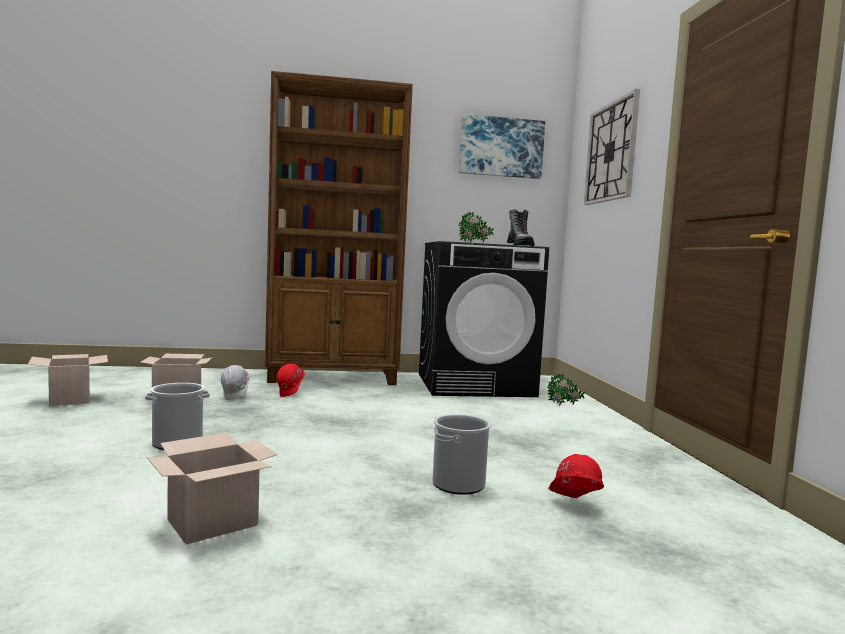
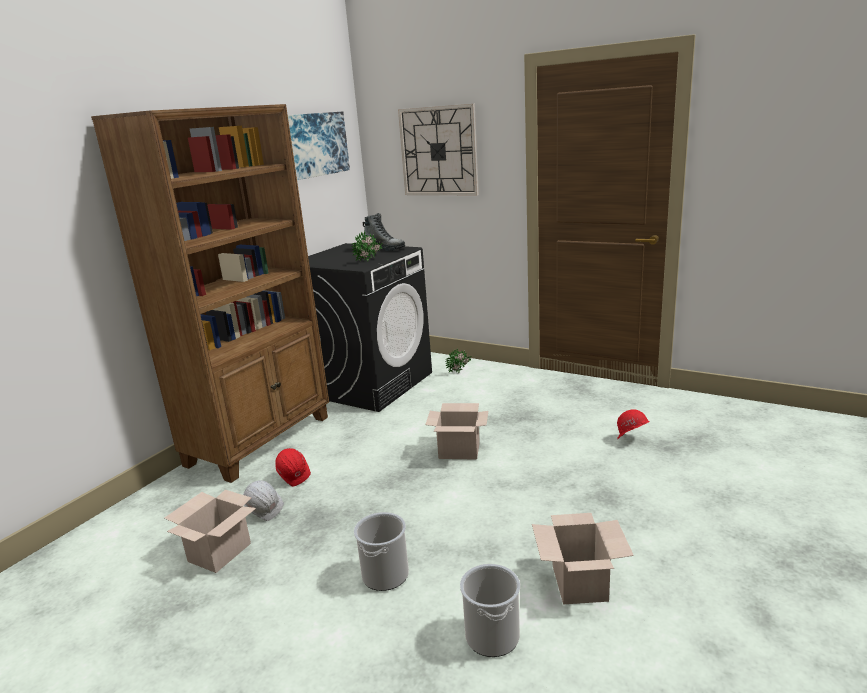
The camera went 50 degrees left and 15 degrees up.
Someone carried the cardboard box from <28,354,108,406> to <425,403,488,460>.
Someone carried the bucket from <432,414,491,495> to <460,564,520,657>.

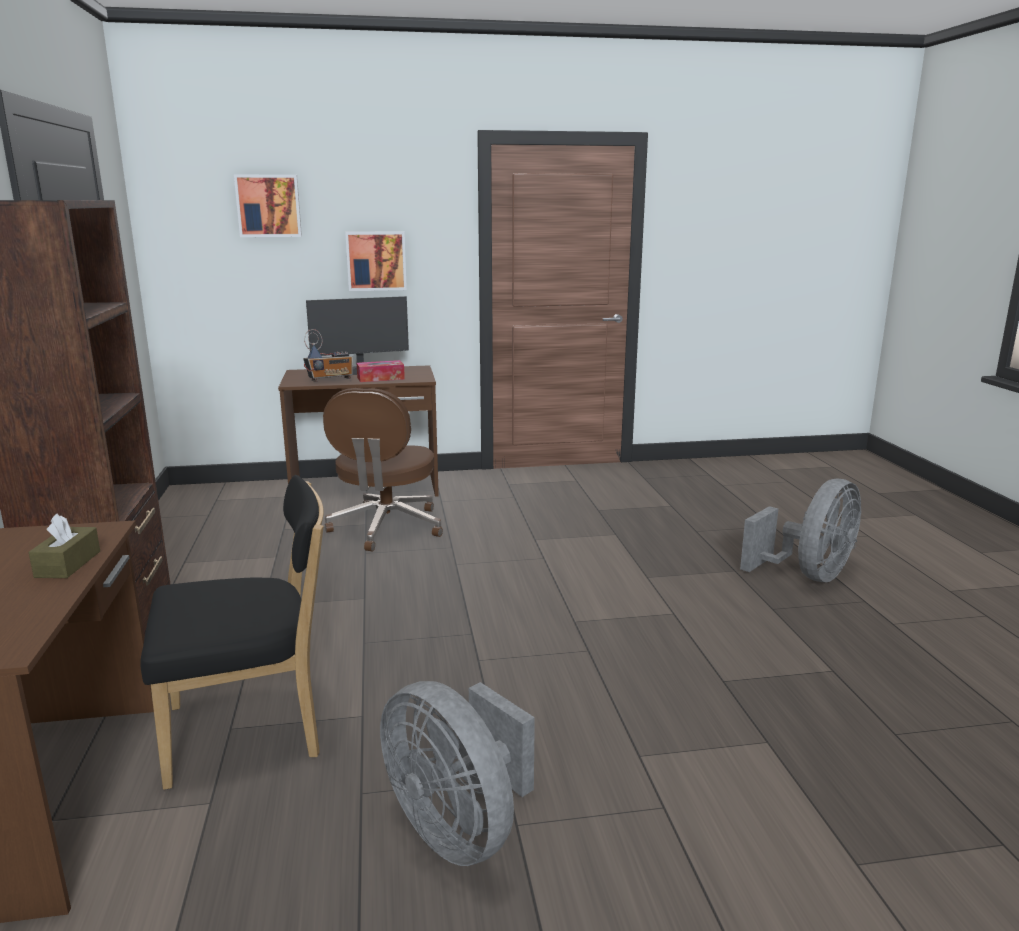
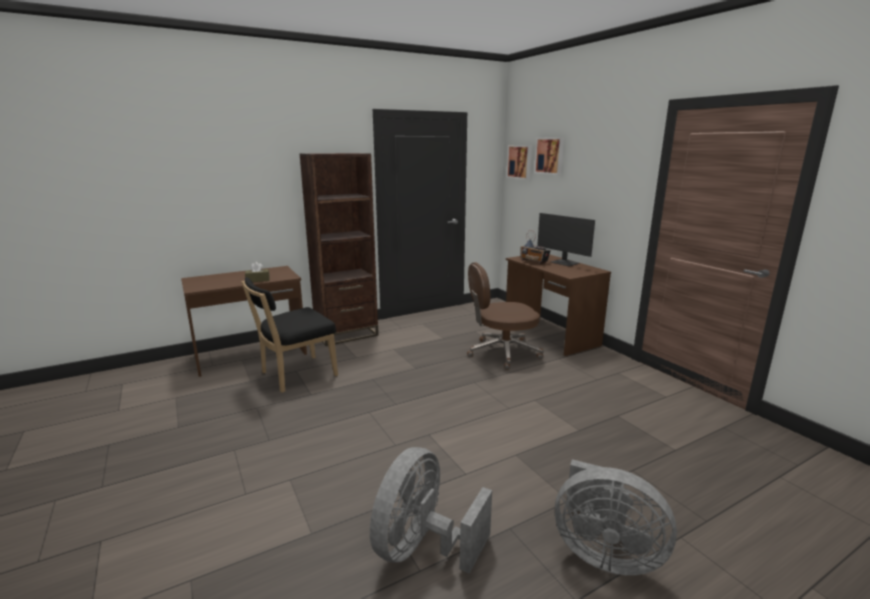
The camera went 70 degrees right and 0 degrees up.
Someone carried the picture from <345,231,407,291> to <506,145,532,180>.
Someone took away the tissue box at <357,360,405,382>.
Someone rotated the chair in black at <141,475,324,790> by 90 degrees clockwise.
Someone carried the fan in grey from <380,681,535,866> to <370,447,492,574>.

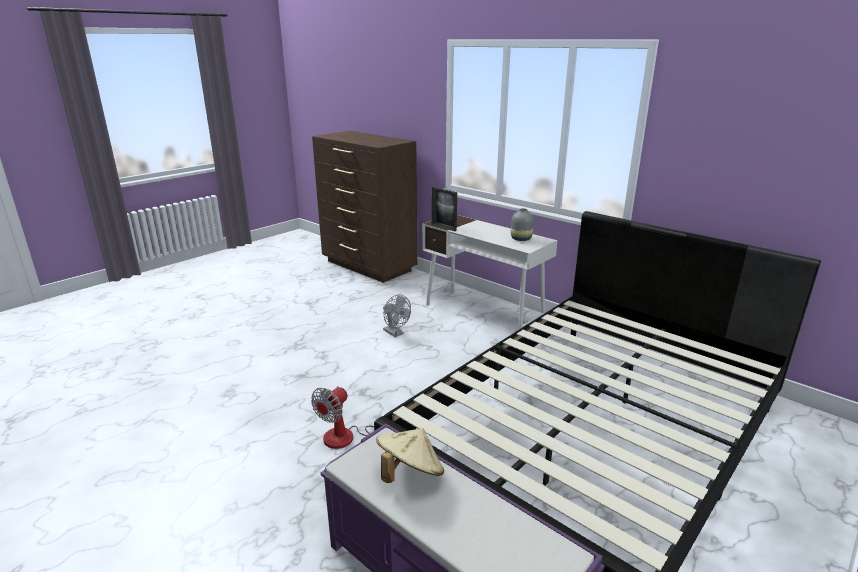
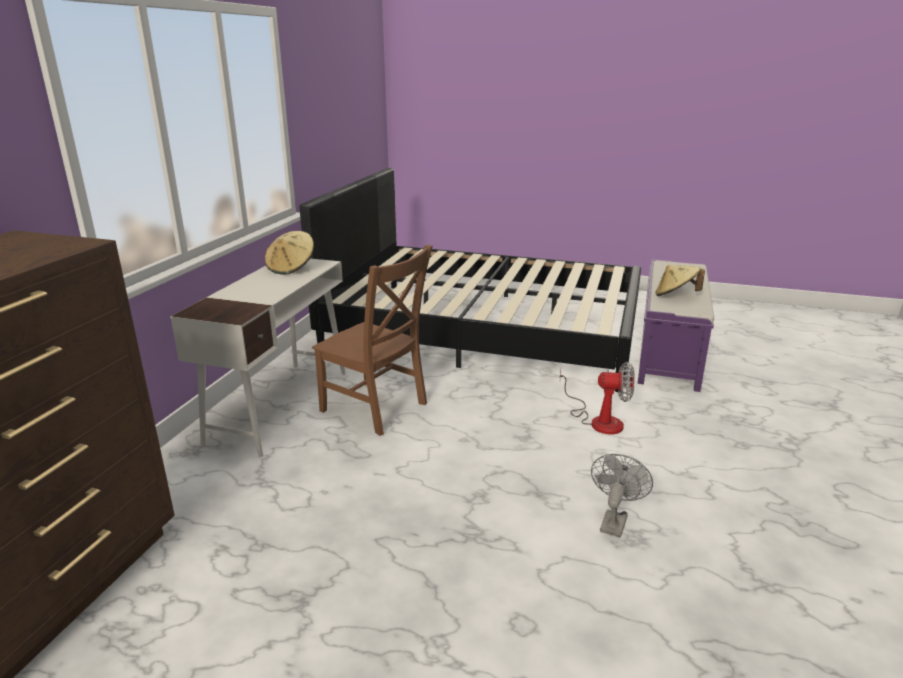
The camera went 115 degrees left and 0 degrees up.
Someone took away the picture frame at <432,187,457,231>.
Someone swapped the vase in grey at <511,208,534,241> for the hat in beige at <265,231,314,275>.
Someone carried the fan in grey from <383,295,411,337> to <591,454,653,537>.
Someone put down the chair in brown at <312,245,433,436>.

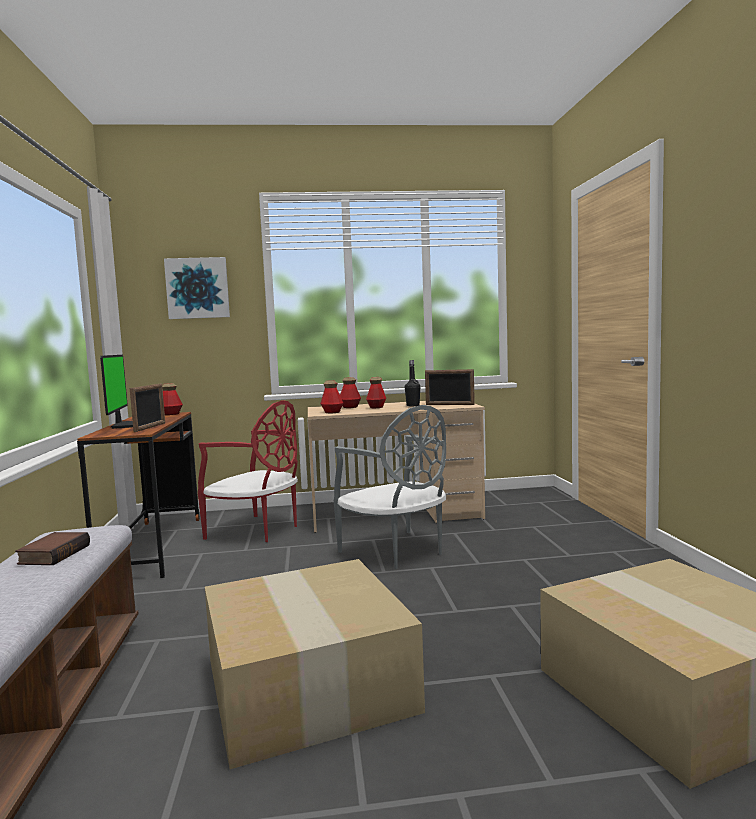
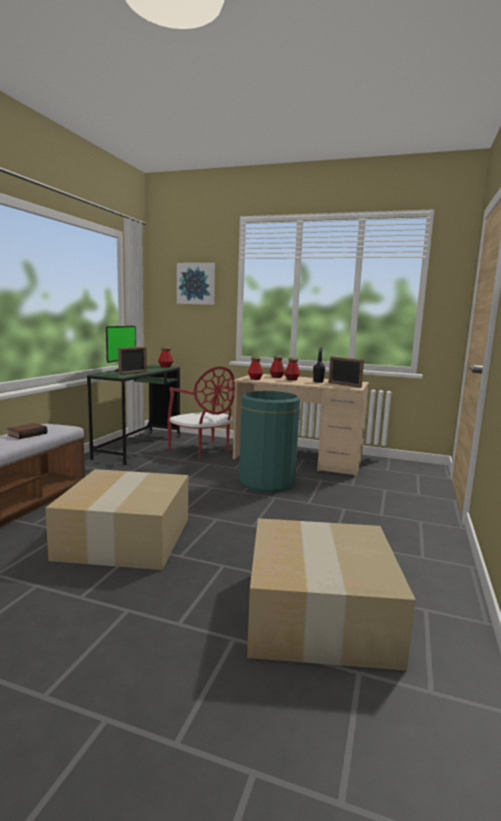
The camera went 25 degrees right and 5 degrees up.
Someone swapped the chair in grey at <334,405,446,569> for the trash can in green at <239,391,300,493>.
Someone repainted the desk in brown at <77,412,200,578>, which became the desk in green at <87,364,180,465>.

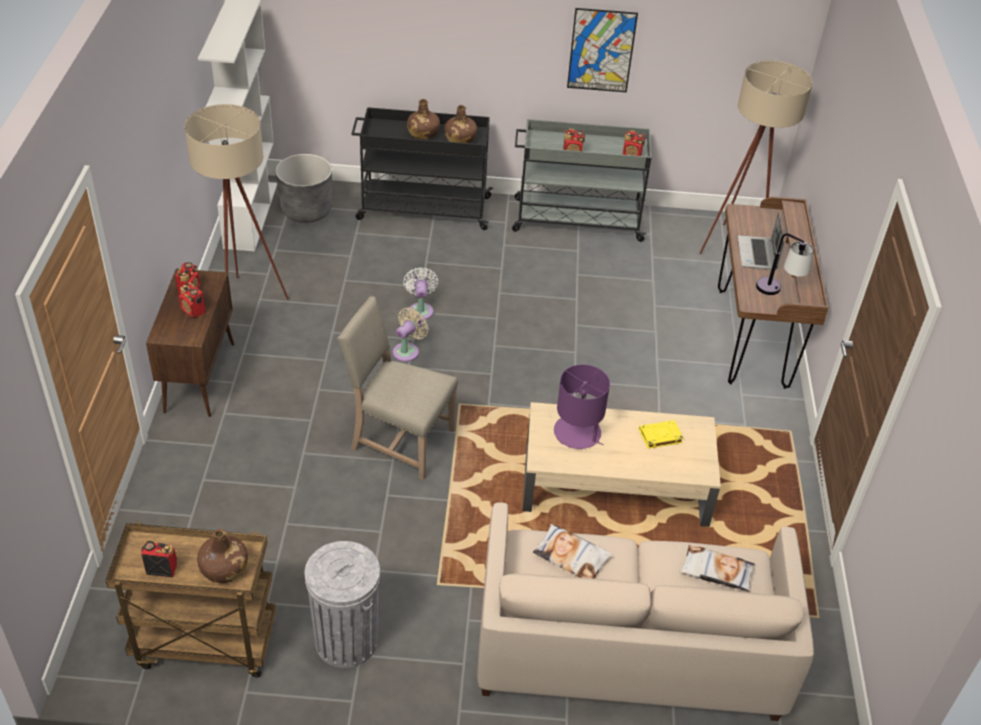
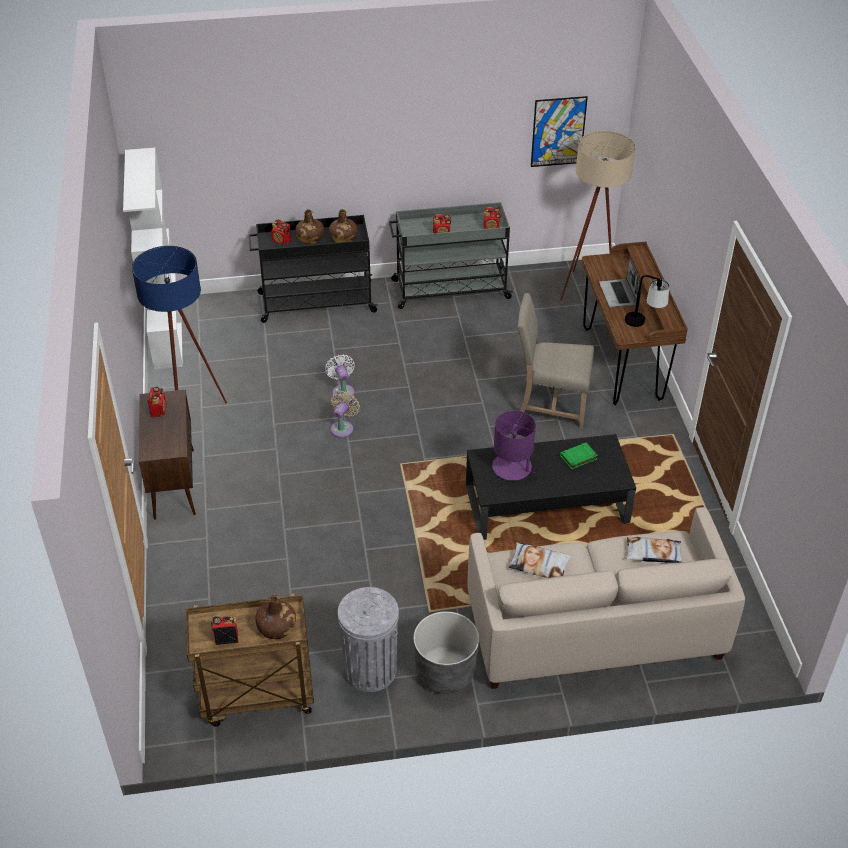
The camera went 10 degrees left and 0 degrees up.
Someone carried the picture from <567,8,638,92> to <531,96,588,167>.
Someone repainted the floor lamp in beige at <185,104,289,300>, which became the floor lamp in blue at <132,246,227,403>.
Someone carried the planter in grey from <275,154,332,223> to <413,611,479,694>.
Someone carried the radio from <179,282,206,318> to <271,219,291,245>.
Someone carried the chair in beige from <337,296,458,480> to <517,293,594,429>.
Someone repainted the coffee table in beige at <523,402,721,527>, which became the coffee table in black at <466,434,636,540>.
Someone repainted the book in yellow at <639,420,684,449>, which became the book in green at <560,443,598,469>.

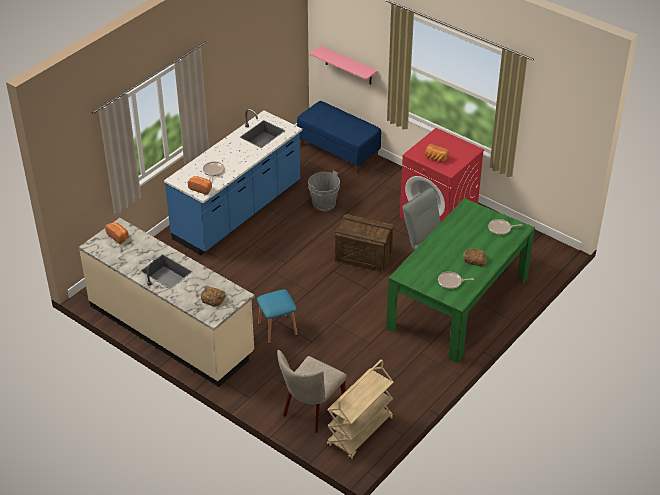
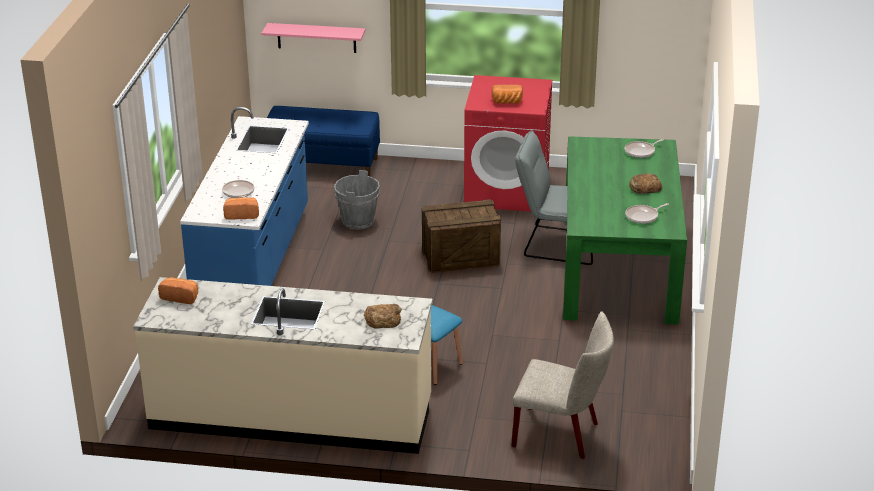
The camera went 30 degrees left and 10 degrees down.
Someone rotated the chair in beige at <277,350,347,433> by 75 degrees counterclockwise.
Someone took away the cart in beige at <327,359,393,460>.

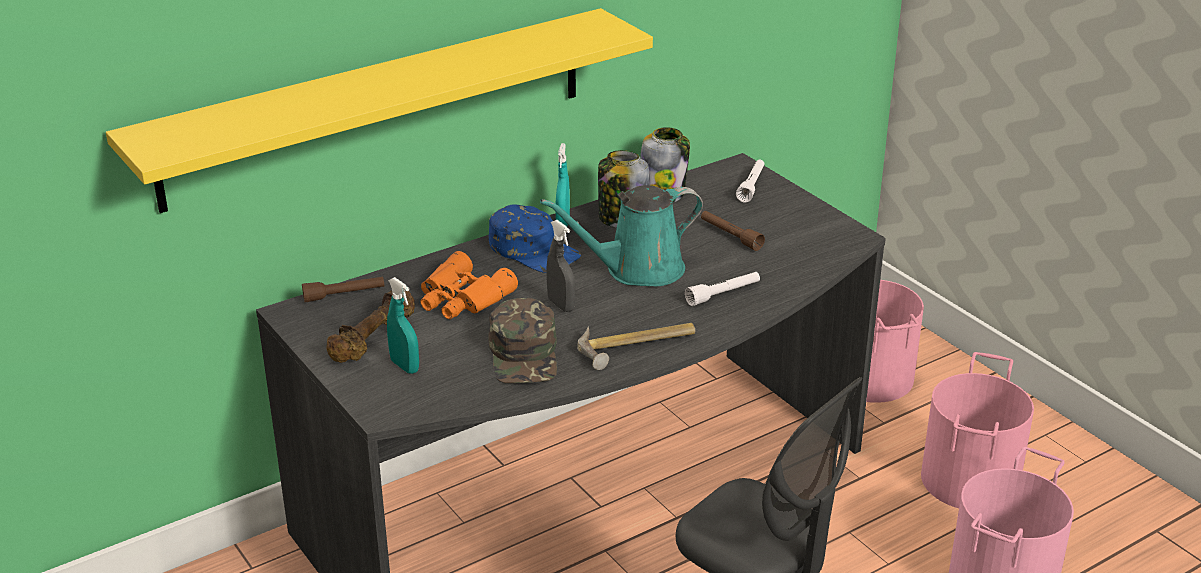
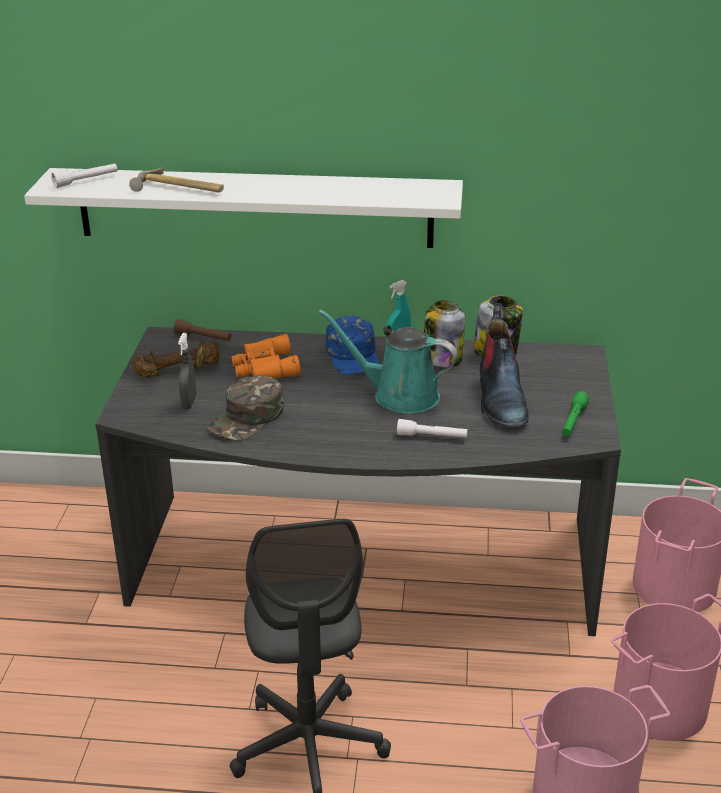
The camera went 40 degrees right and 0 degrees up.
Someone repainted the shelf in yellow at <106,8,653,213>, which became the shelf in white at <24,168,463,248>.
Someone carried the flashlight in white from <736,160,764,202> to <51,164,117,188>.
Someone swapped the flashlight in brown at <701,211,765,251> for the boot at <480,303,529,427>.
Someone carried the spray bottle in grey from <546,220,575,312> to <178,333,196,409>.
Someone took away the spray bottle in turquoise at <387,277,419,374>.
Someone carried the hammer from <577,322,695,370> to <129,167,224,193>.
Someone put down the flashlight in green at <562,391,589,436>.

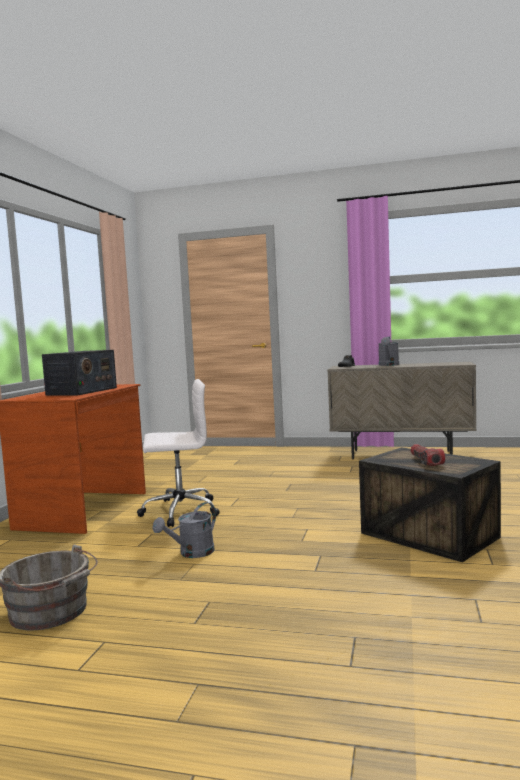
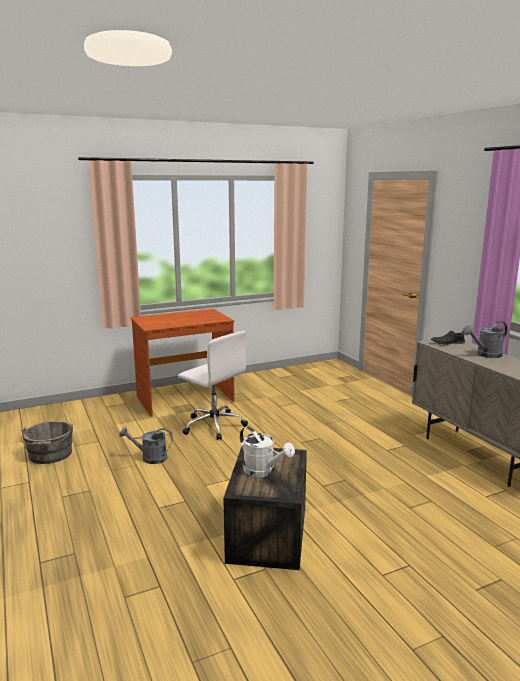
The camera went 50 degrees right and 10 degrees up.
Someone took away the radio at <42,350,117,396>.
Someone swapped the flashlight at <410,444,445,466> for the watering can in white at <240,426,295,477>.

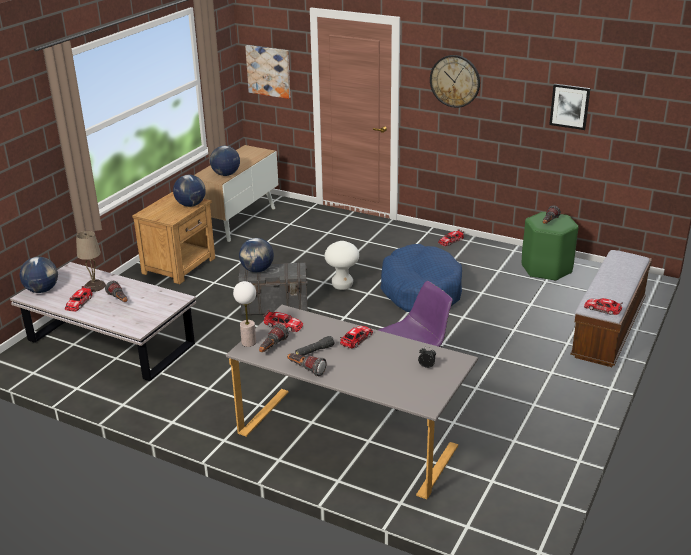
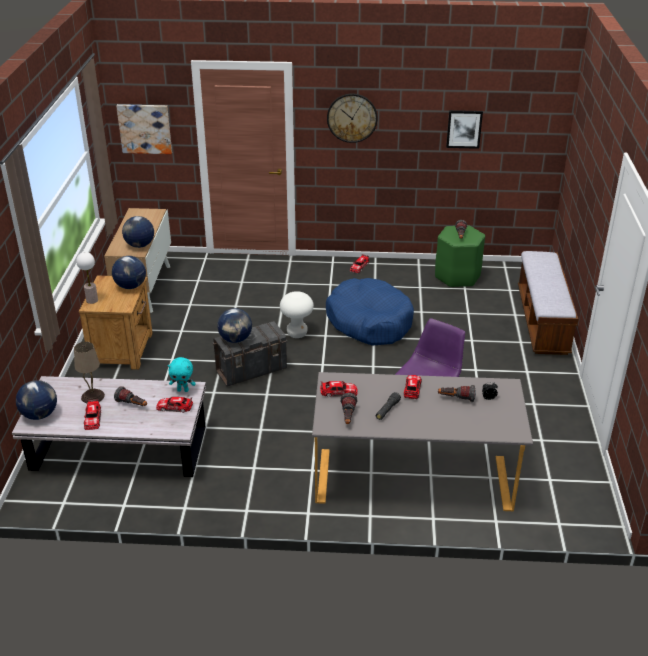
The camera went 25 degrees left and 5 degrees up.
Someone carried the table lamp from <233,281,256,347> to <76,252,98,304>.
Someone carried the toy car from <584,298,622,315> to <156,397,193,413>.
Someone carried the flashlight from <287,353,326,376> to <438,385,476,402>.
Someone put down the plush toy in turquoise at <168,357,196,392>.

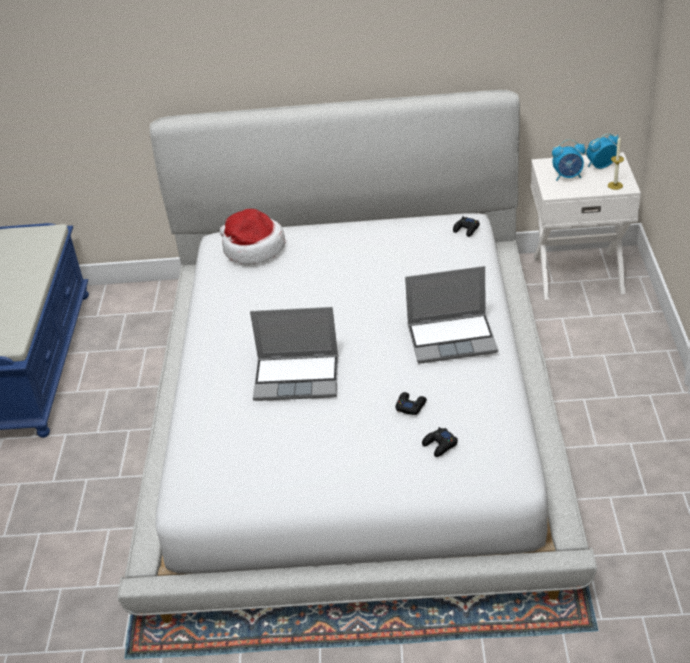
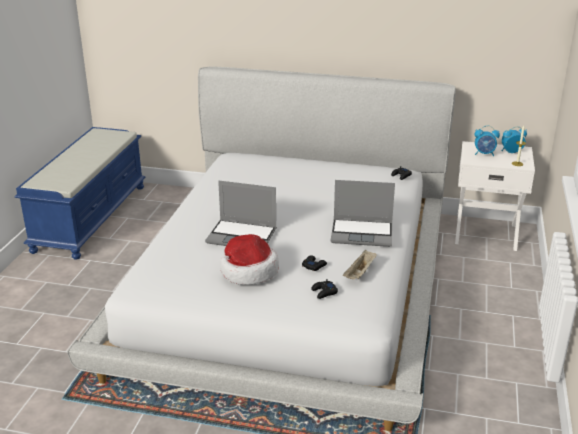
The camera went 10 degrees right and 10 degrees down.
Someone carried the hat from <220,209,285,265> to <220,234,279,285>.
Someone put down the tray in beige at <343,250,377,279>.

